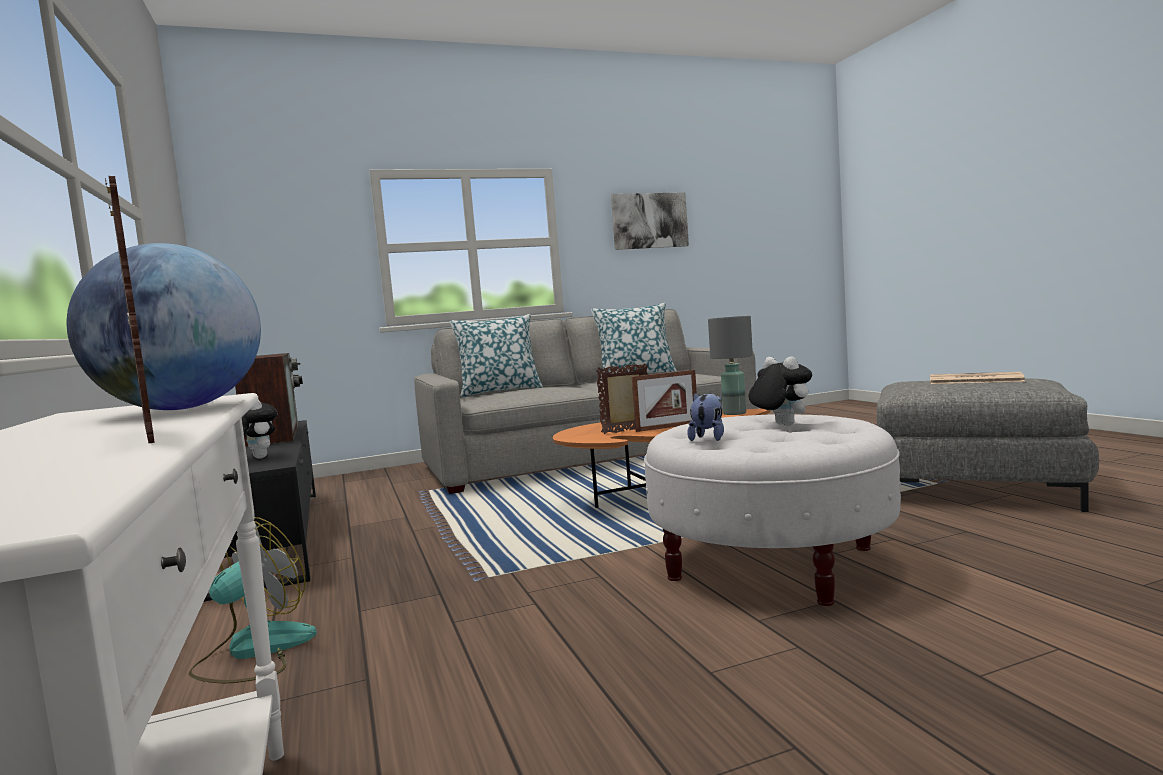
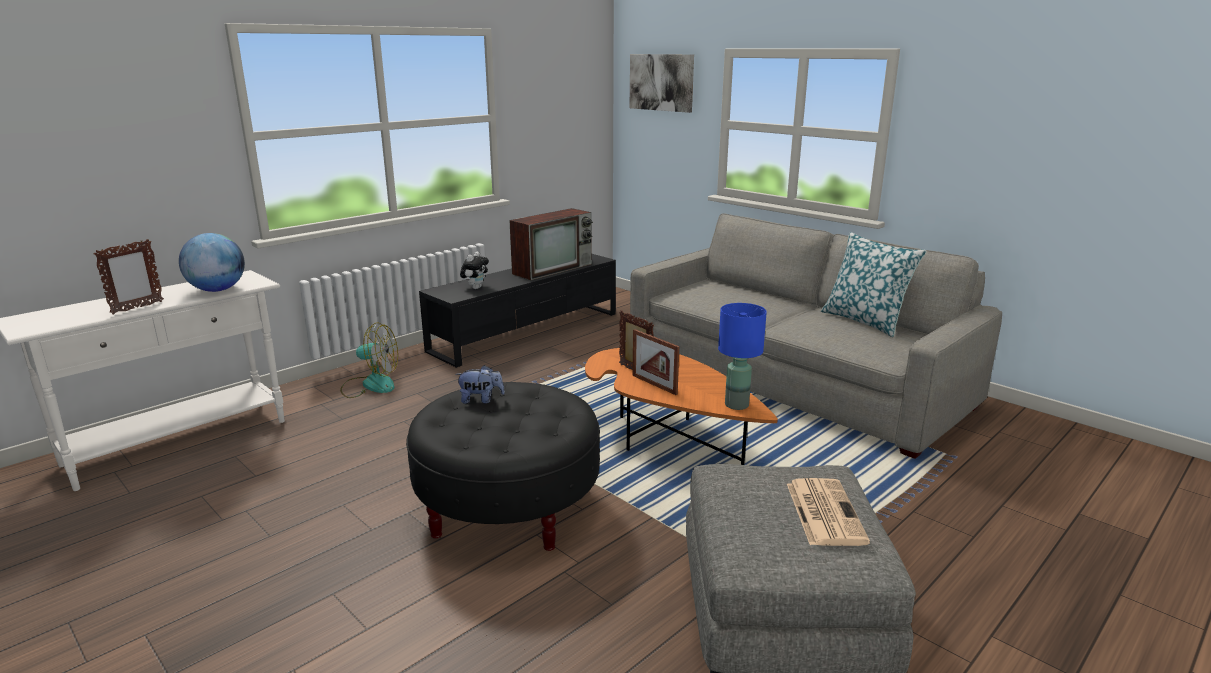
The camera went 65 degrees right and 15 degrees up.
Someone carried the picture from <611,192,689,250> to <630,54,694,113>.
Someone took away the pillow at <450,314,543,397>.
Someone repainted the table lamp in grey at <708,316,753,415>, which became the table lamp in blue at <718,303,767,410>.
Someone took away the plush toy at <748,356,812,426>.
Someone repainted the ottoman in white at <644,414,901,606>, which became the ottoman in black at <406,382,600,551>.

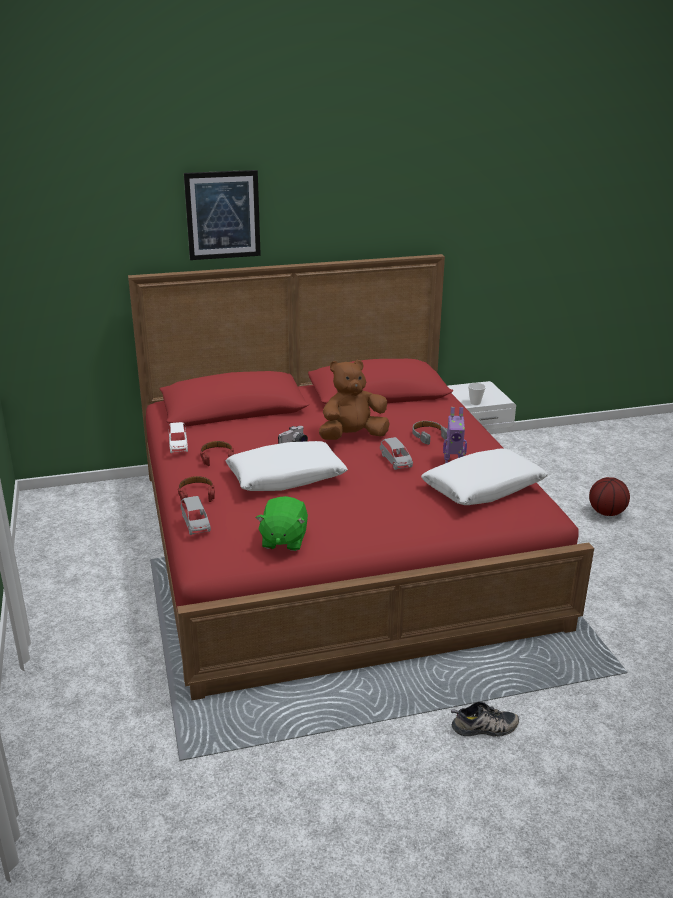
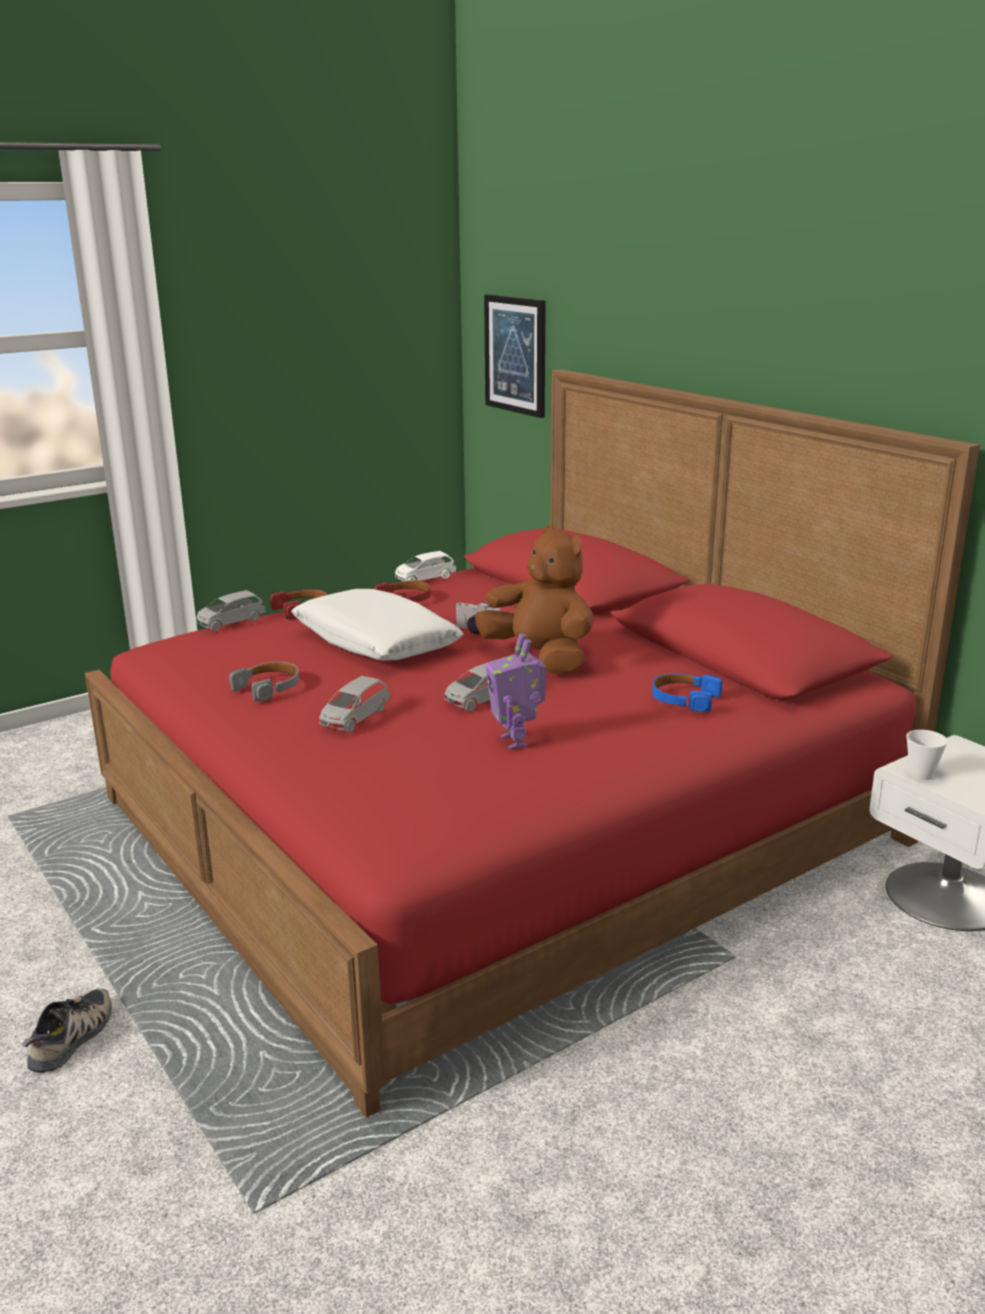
The camera went 70 degrees right and 5 degrees down.
Someone carried the picture from <184,170,261,260> to <484,294,546,418>.
Someone carried the headphones in grey from <412,421,448,445> to <229,662,299,702>.
Someone took away the pillow in white at <421,448,548,505>.
Someone took away the basketball at <589,477,630,516>.
Someone took away the plush toy in green at <256,496,308,551>.
Someone rotated the shoe at <451,702,519,737> by 135 degrees counterclockwise.
Someone put down the headphones in blue at <652,673,722,712>.
Someone put down the toy car in grey at <319,676,390,733>.

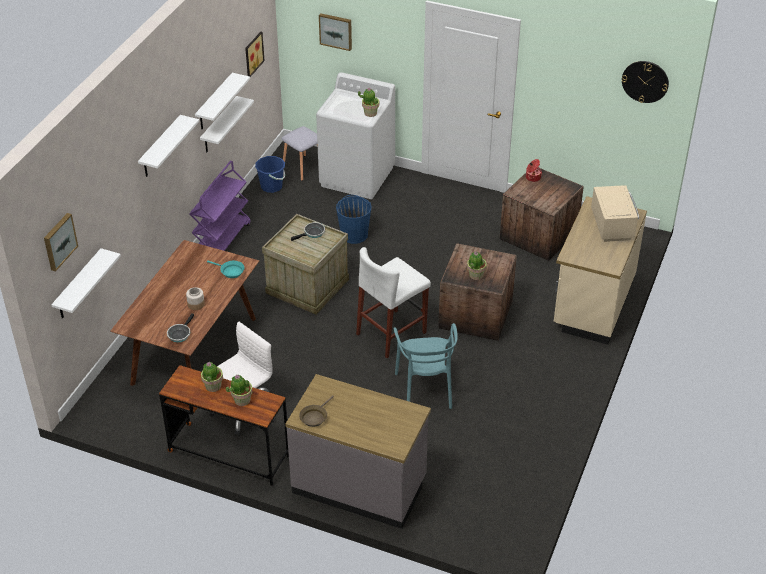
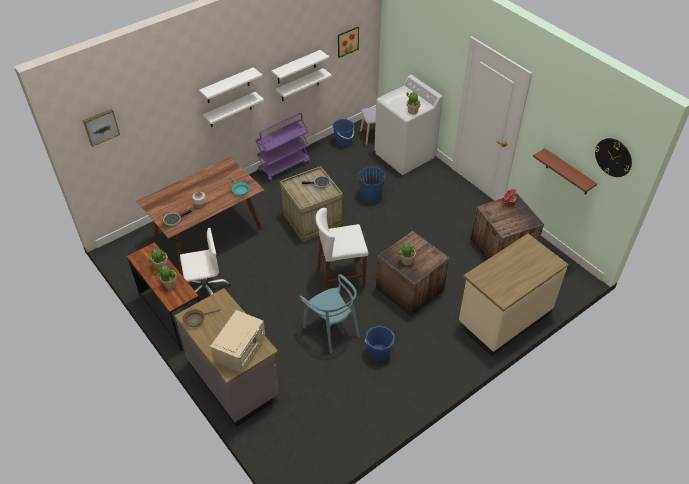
The camera went 30 degrees right and 5 degrees up.
Someone took away the picture at <319,13,352,51>.
Someone carried the microwave in beige from <591,185,639,242> to <210,310,265,372>.
Someone carried the shelf in white from <51,248,121,319> to <203,92,264,127>.
Someone rotated the chair in turquoise at <393,323,458,409> by 60 degrees counterclockwise.
Someone put up the shelf in brown at <533,148,597,195>.
Someone put down the bucket in blue at <365,326,395,361>.

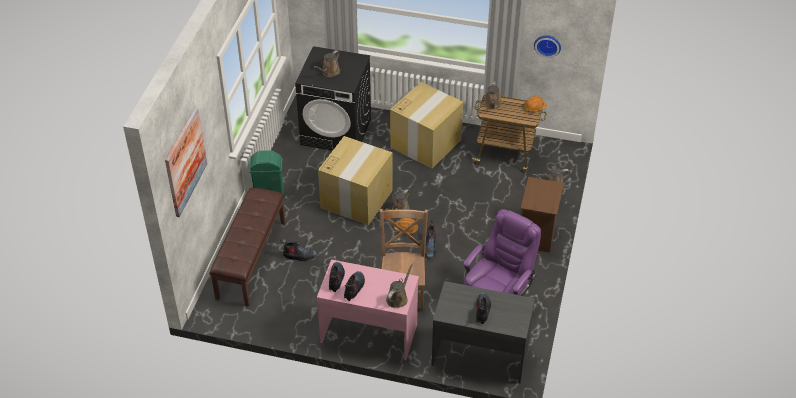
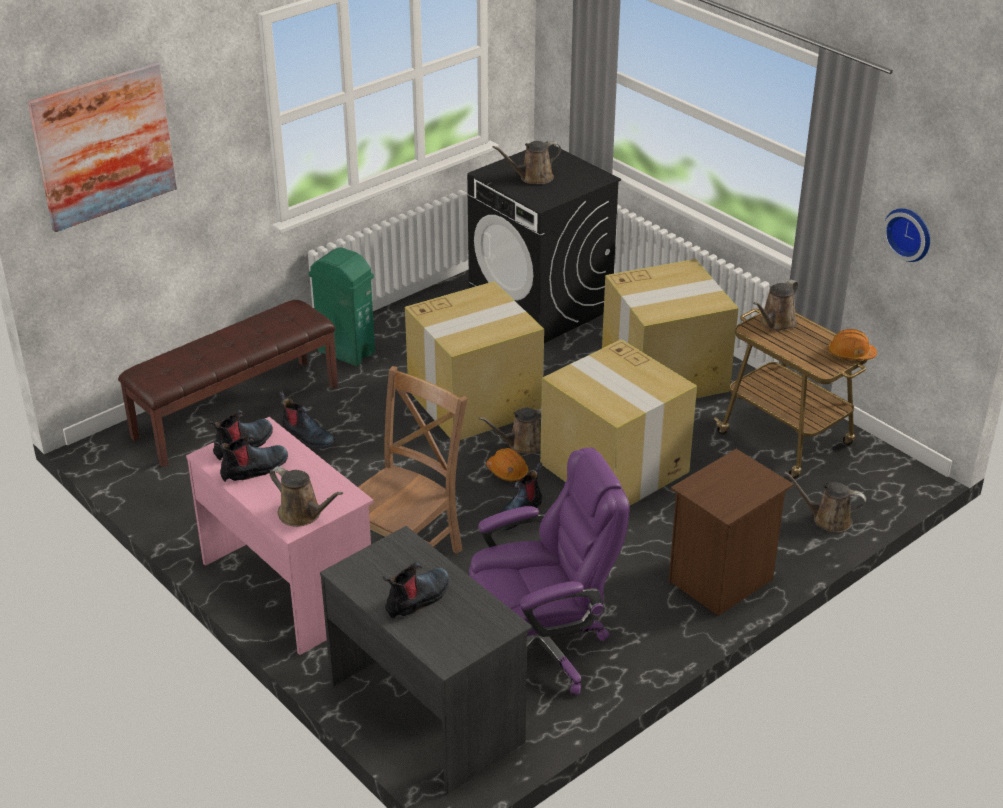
The camera went 35 degrees right and 10 degrees down.
Someone rotated the watering can in brown at <386,262,413,308> by 60 degrees clockwise.
Someone put down the cardboard box at <540,339,697,506>.

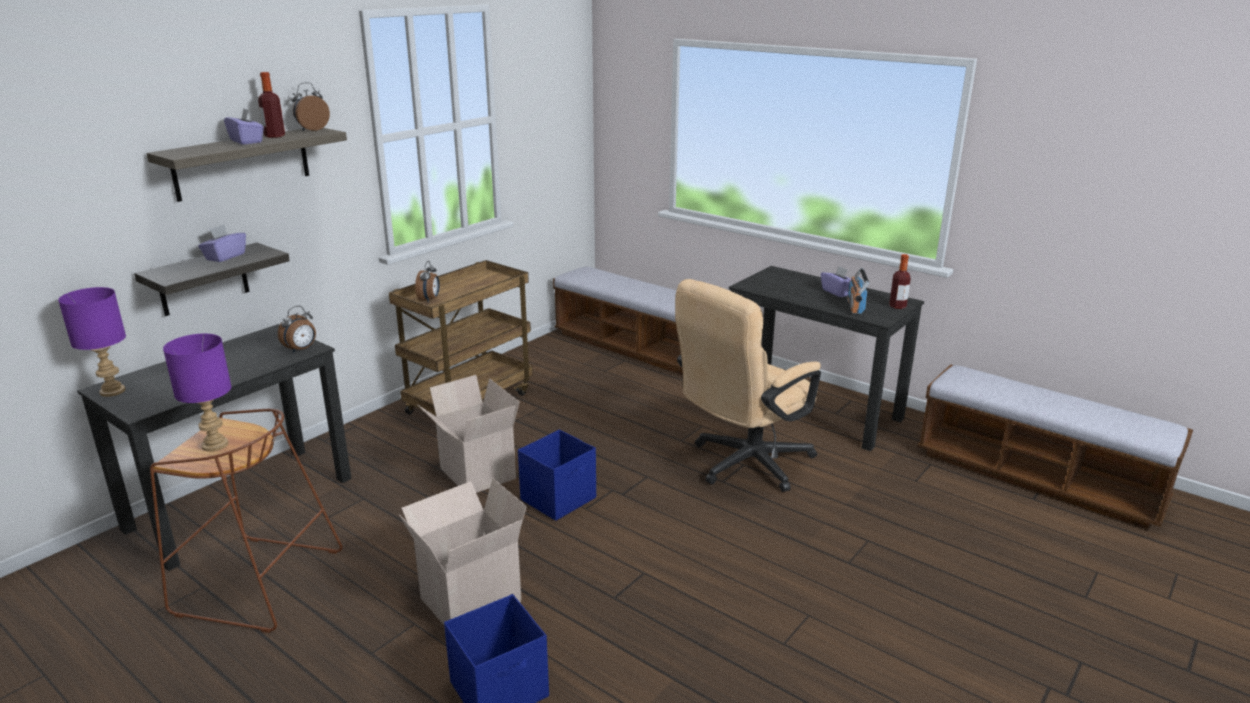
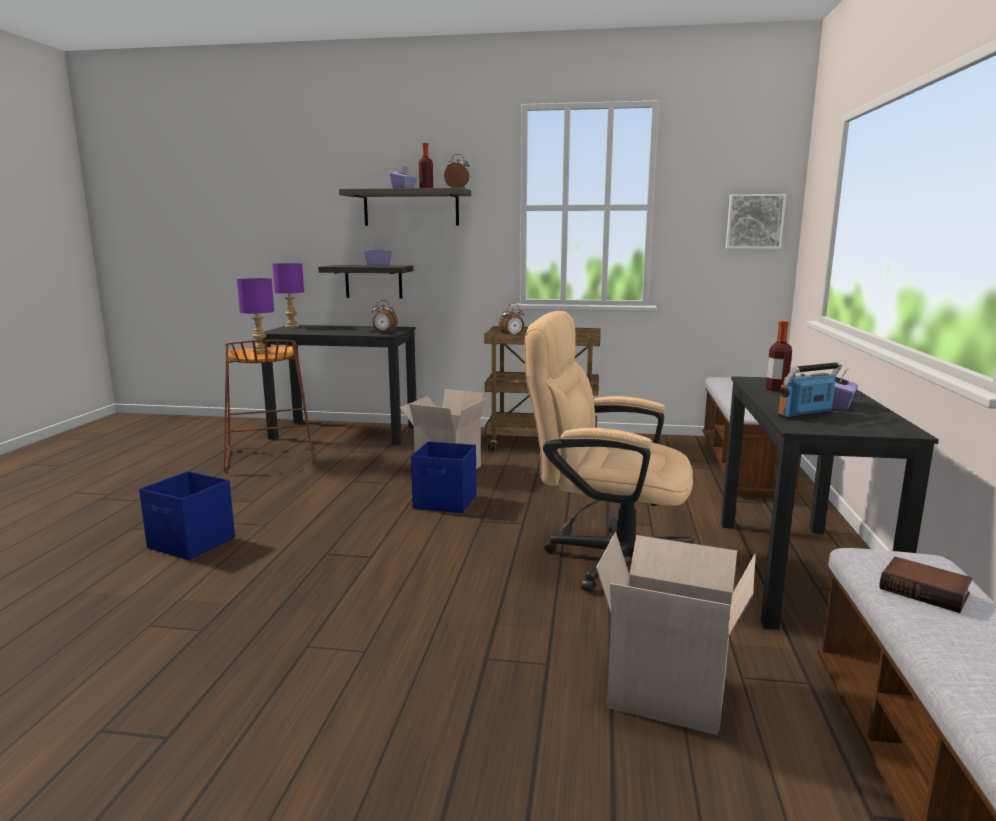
The camera went 60 degrees right and 10 degrees down.
Someone carried the bottle from <889,254,911,309> to <766,321,792,391>.
Someone carried the cardboard box from <399,478,527,625> to <596,532,756,735>.
Someone put up the picture at <726,194,786,249>.
Someone put down the book at <880,557,972,613>.

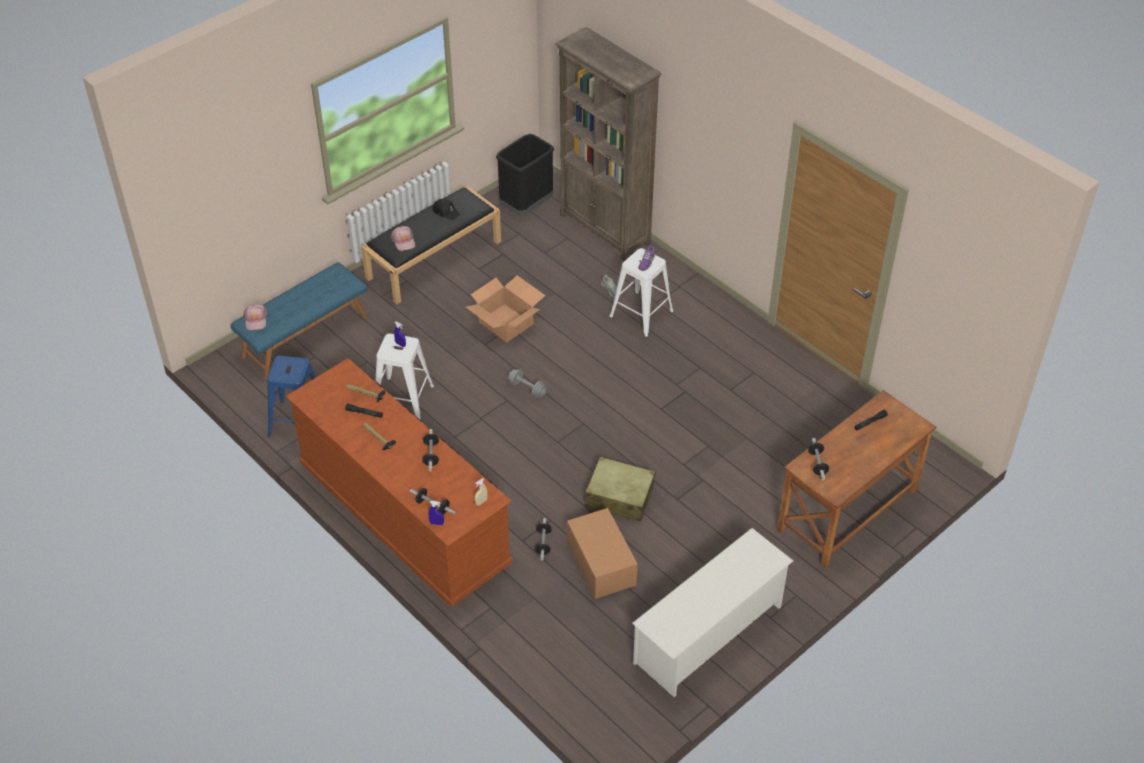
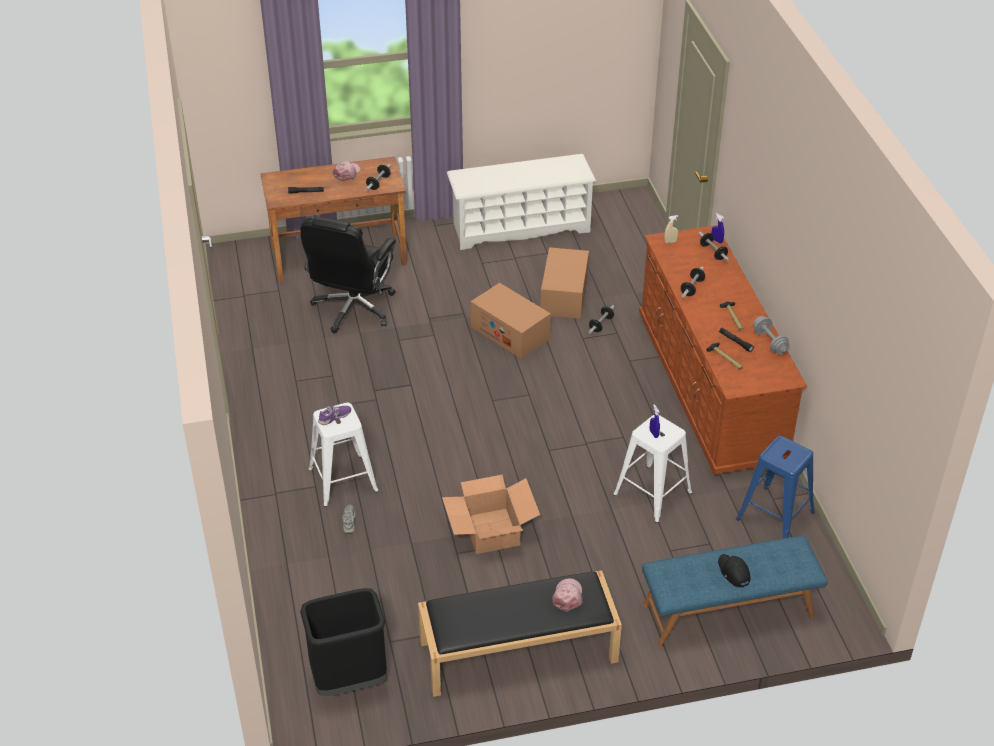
The camera went 150 degrees left and 5 degrees down.
Someone took away the bookcase in brown at <555,27,662,261>.
Someone carried the cap in black from <433,198,460,220> to <718,554,750,587>.
Someone carried the cap in pink from <244,304,267,330> to <333,161,360,181>.
Someone carried the dumbbell in grey from <508,369,546,397> to <753,316,790,354>.
Someone swapped the suitcase in beige at <585,457,655,522> for the cardboard box at <471,283,551,359>.
Someone put down the office chair in black at <301,217,396,333>.

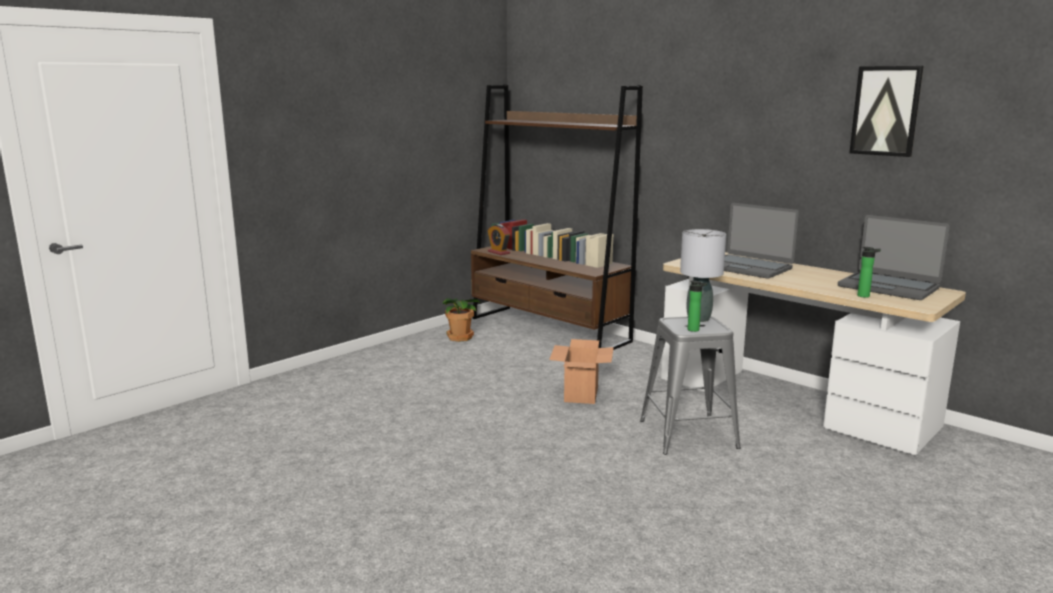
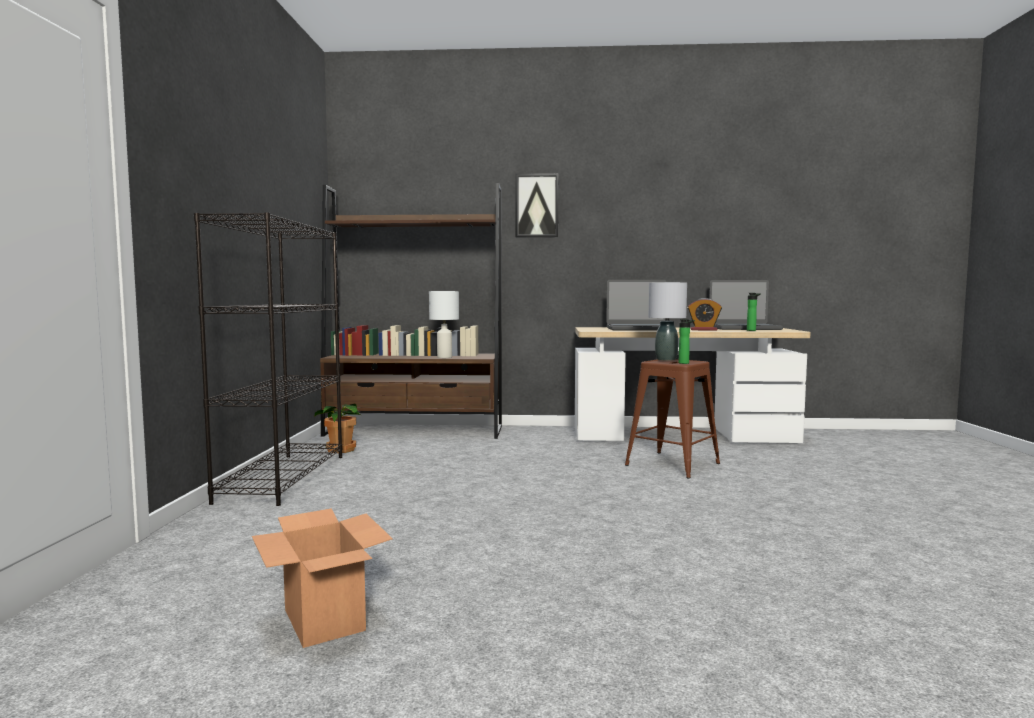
The camera went 40 degrees left and 10 degrees down.
Someone carried the picture from <849,66,924,157> to <516,173,558,238>.
Someone carried the alarm clock from <488,224,510,255> to <688,298,722,331>.
Someone repainted the stool in grey at <640,316,741,455>, which became the stool in brown at <625,359,720,478>.
Someone carried the cardboard box from <549,339,614,404> to <252,508,393,648>.
Someone put down the bookcase in black at <194,212,342,506>.
Someone put down the table lamp in white at <429,291,459,358>.

